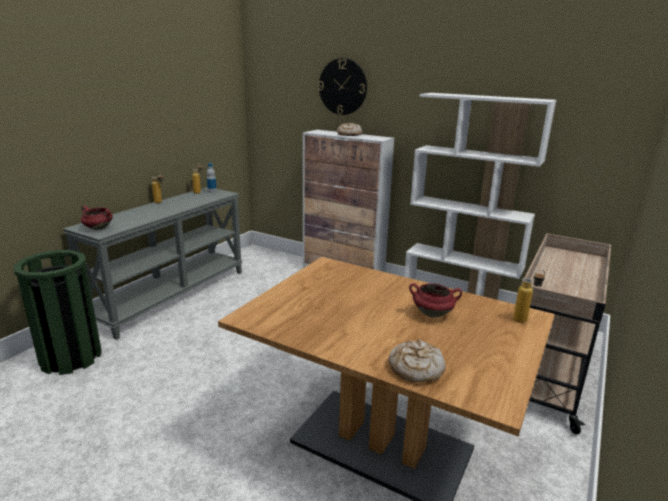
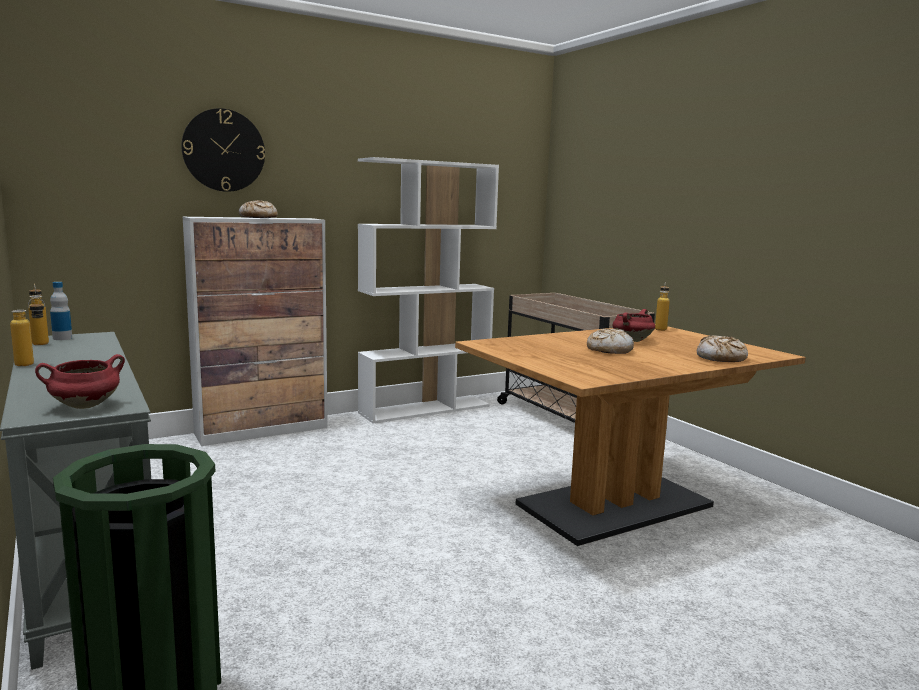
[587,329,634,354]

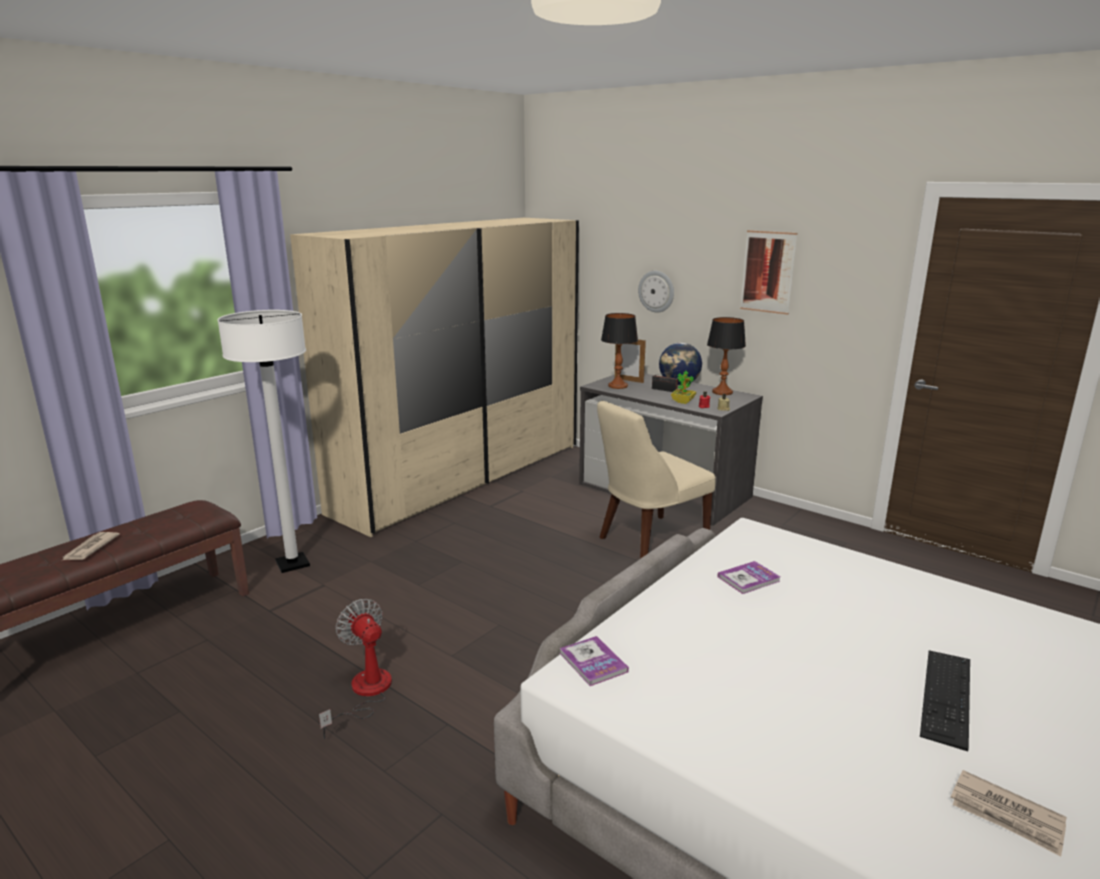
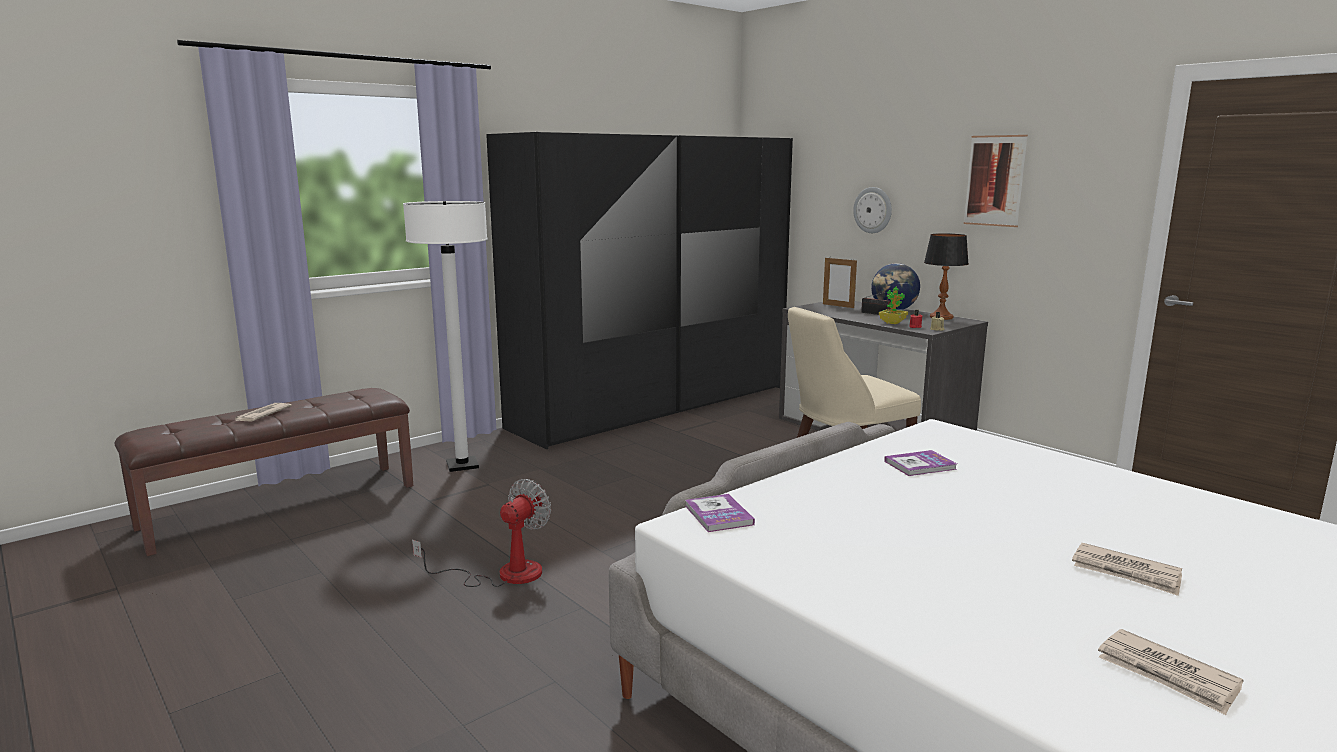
[486,132,793,449]
[601,313,638,389] (first image)
[412,479,551,587]
[1072,543,1182,596]

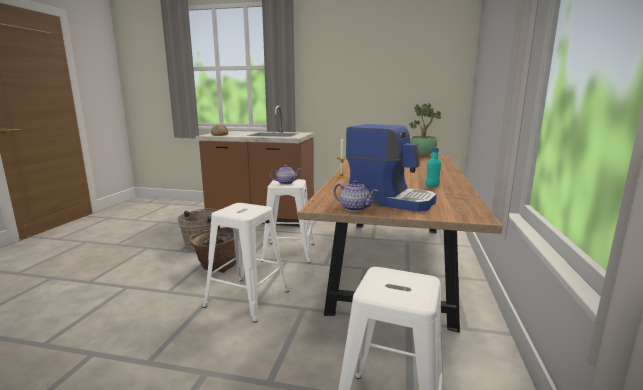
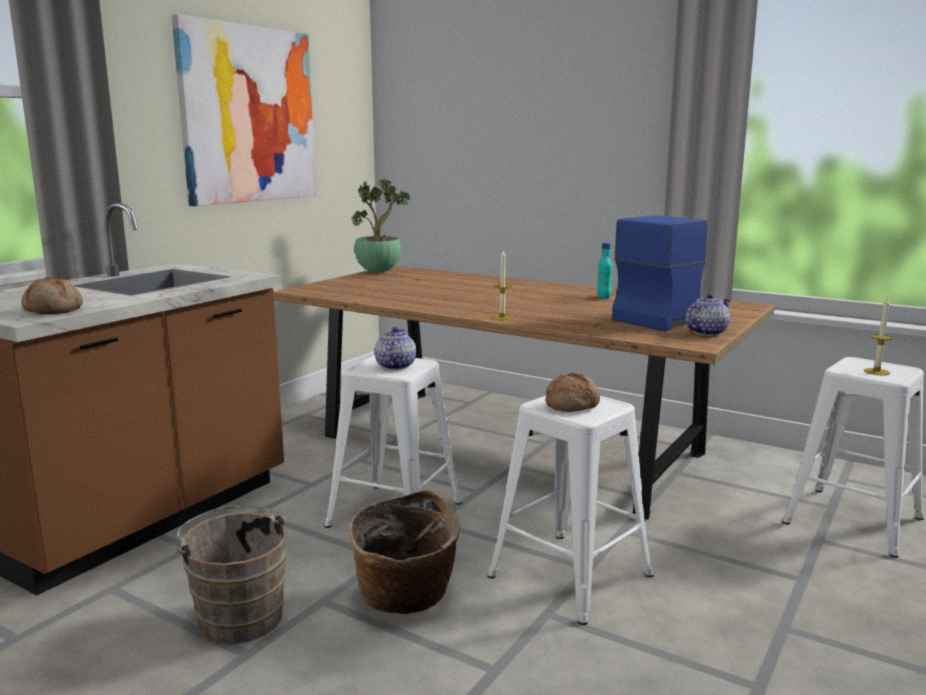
[172,14,316,206]
[864,297,893,375]
[545,373,600,412]

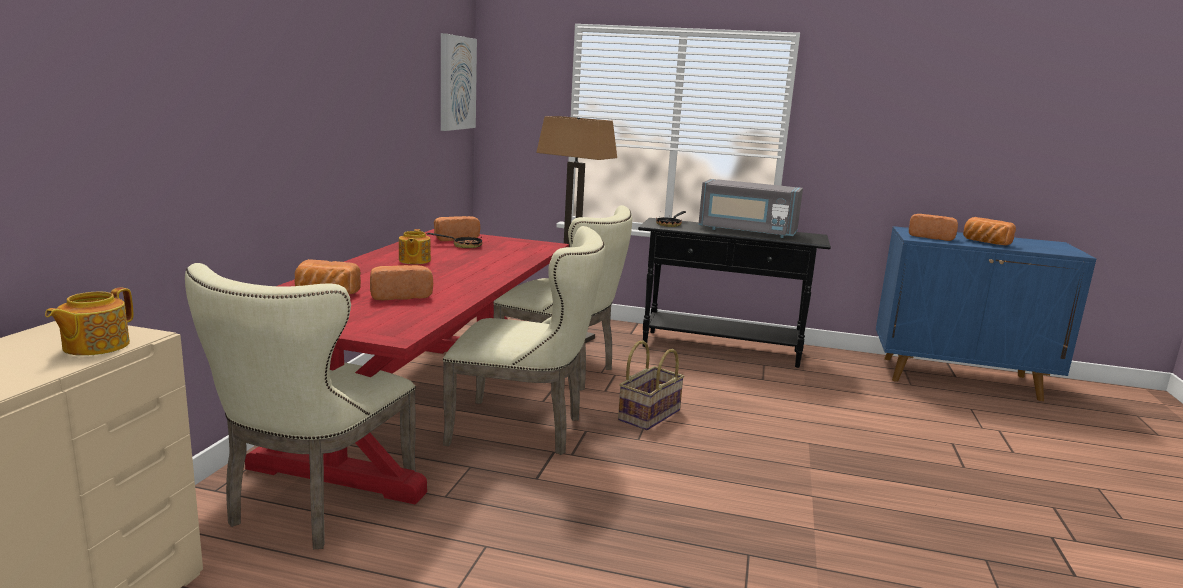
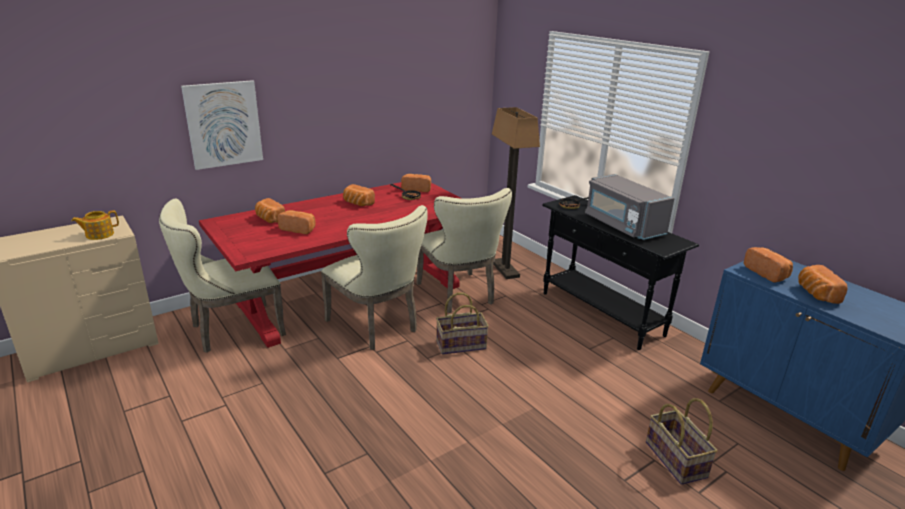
[181,80,263,170]
[343,184,375,206]
[646,398,717,485]

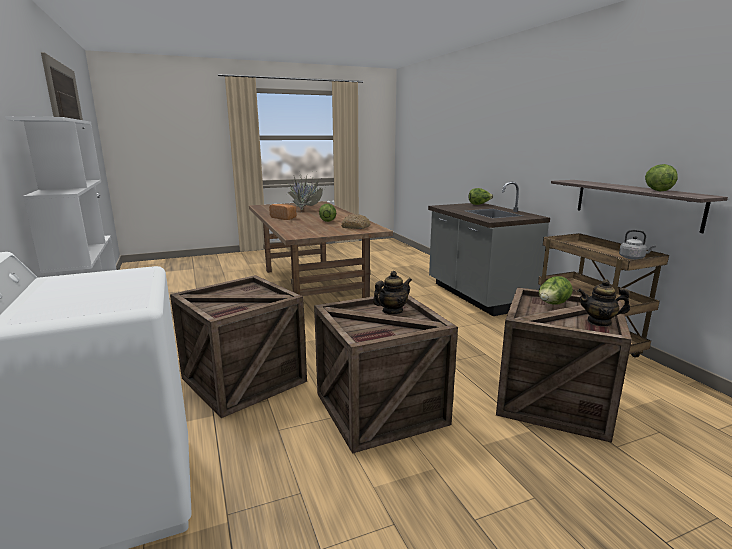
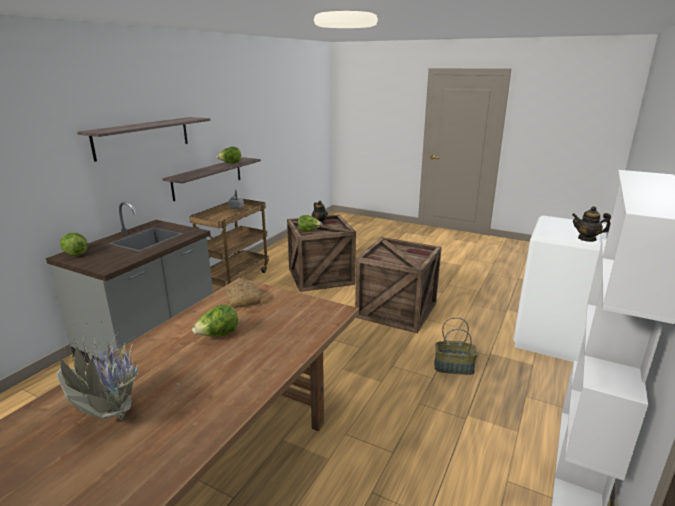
[269,204,296,220] (first image)
[572,206,611,242]
[434,317,478,375]
[77,117,210,162]

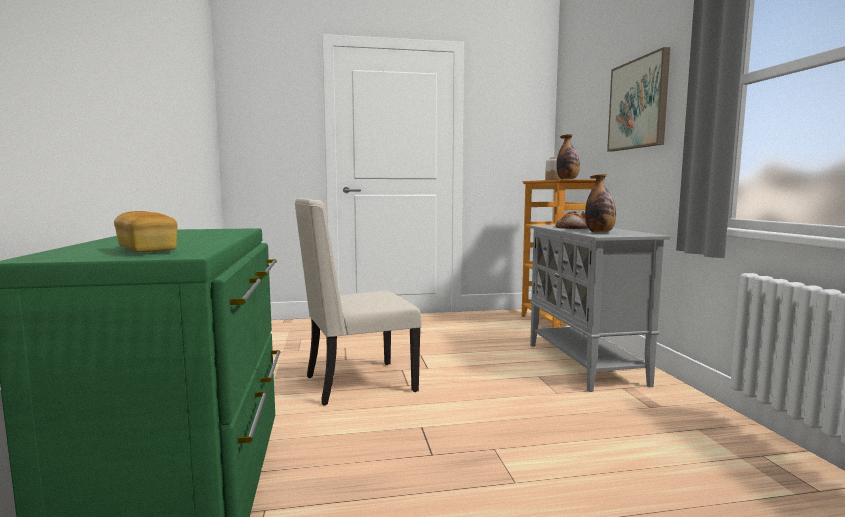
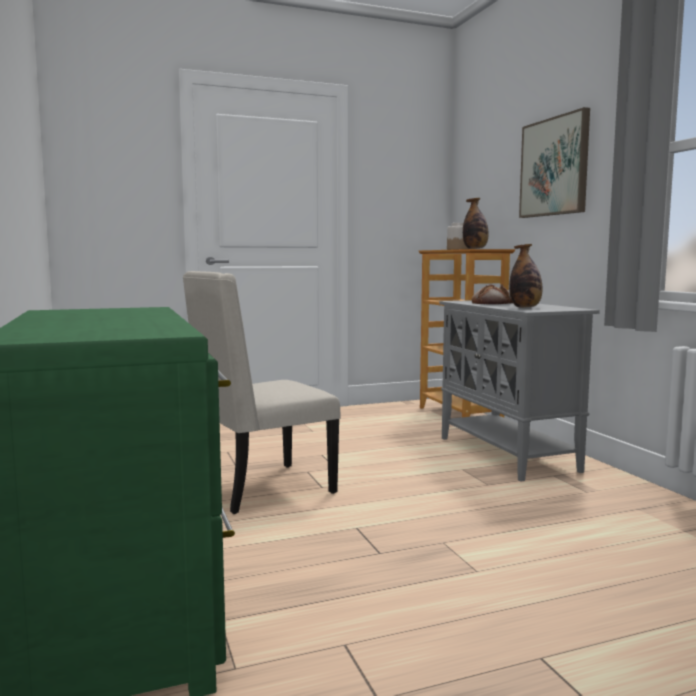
[114,211,178,252] (first image)

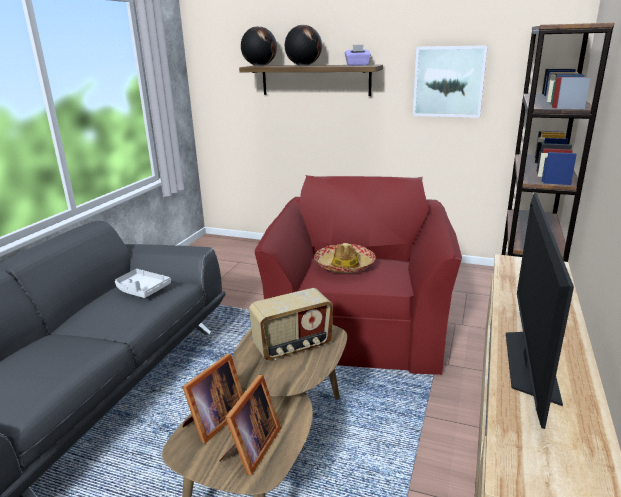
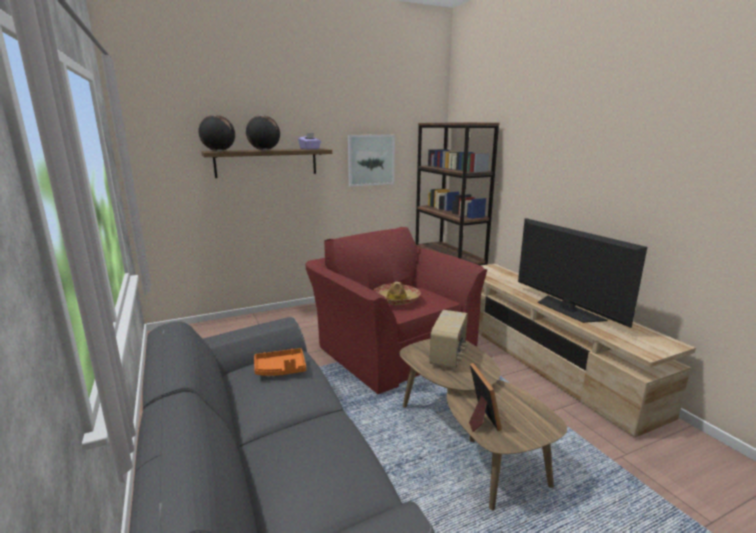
[254,348,306,376]
[219,375,281,475] (first image)

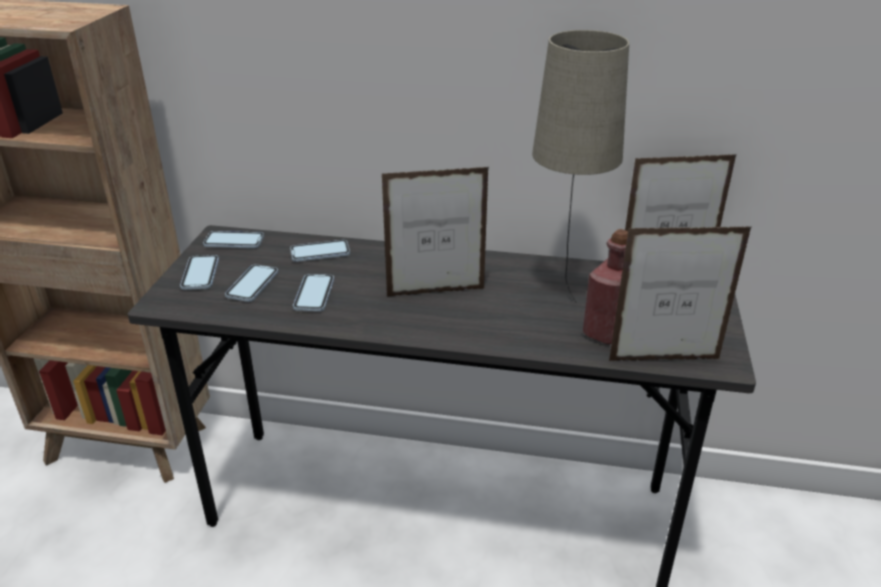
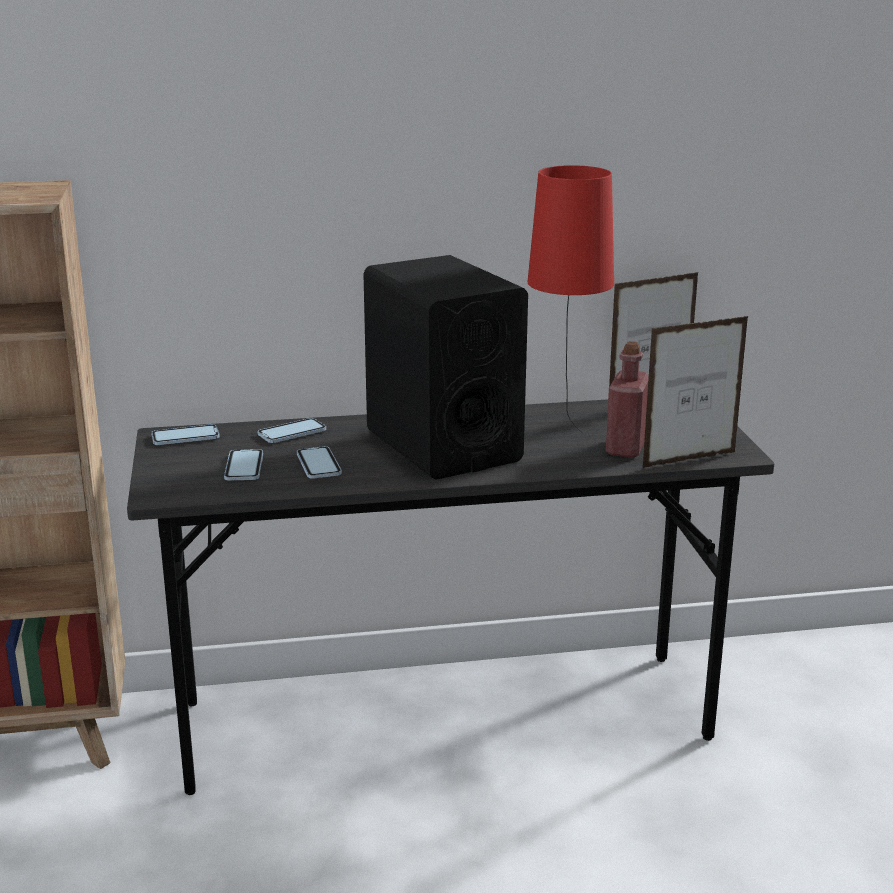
[528,165,614,434]
[364,255,528,480]
[180,255,219,290] (first image)

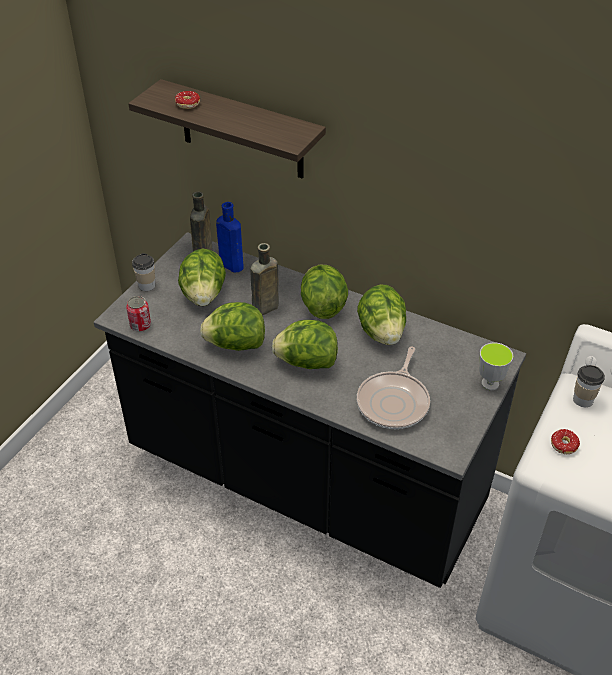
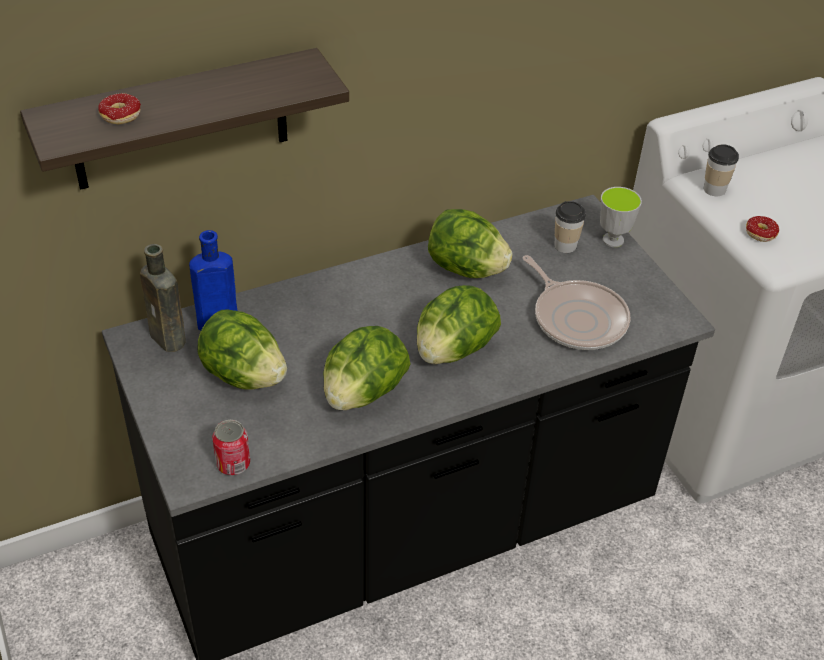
[250,243,279,316] (first image)
[554,201,586,253]
[301,265,348,319] (first image)

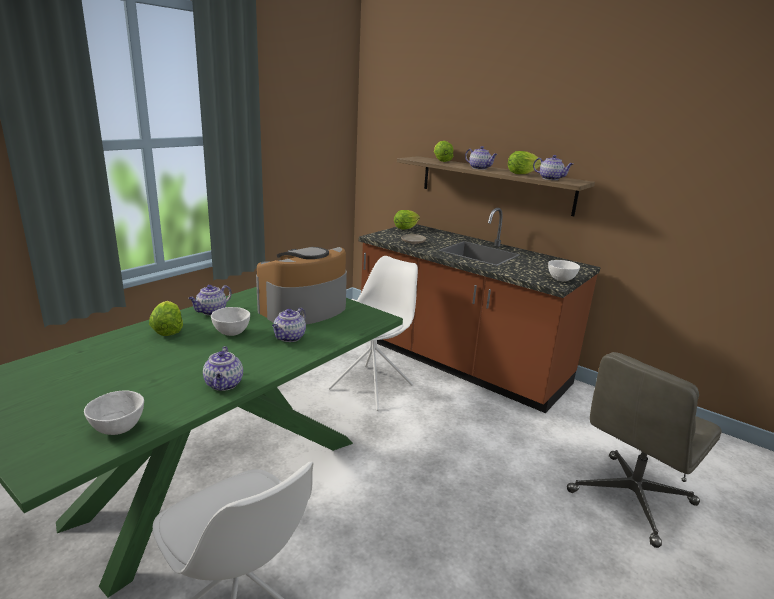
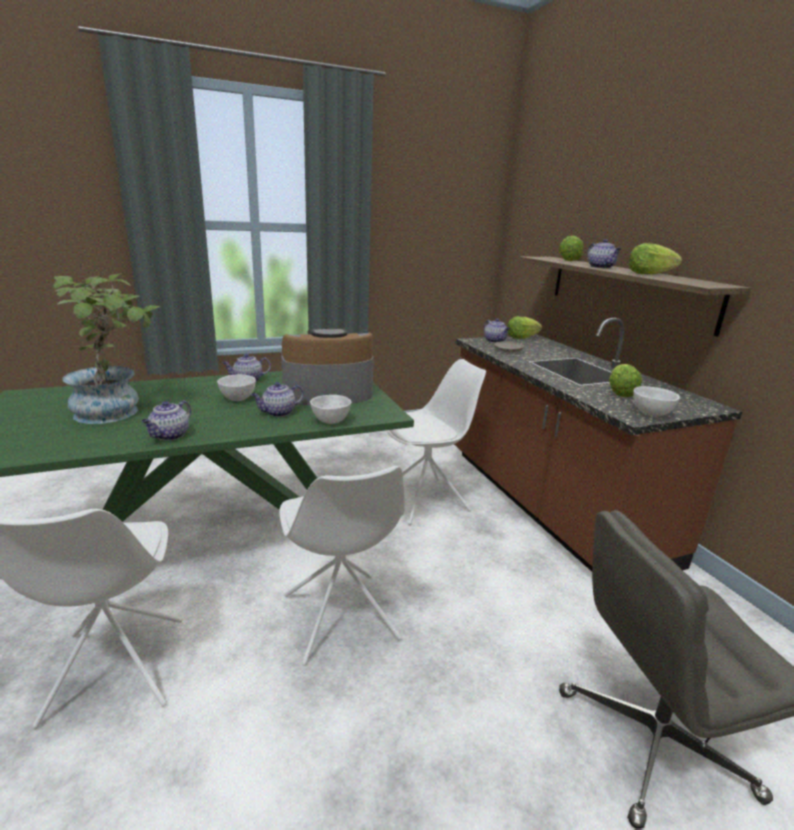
[484,318,510,343]
[609,364,642,397]
[310,395,351,424]
[54,273,160,424]
[279,466,405,666]

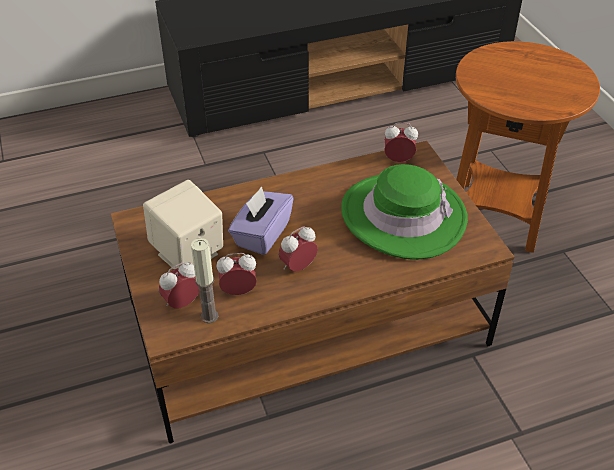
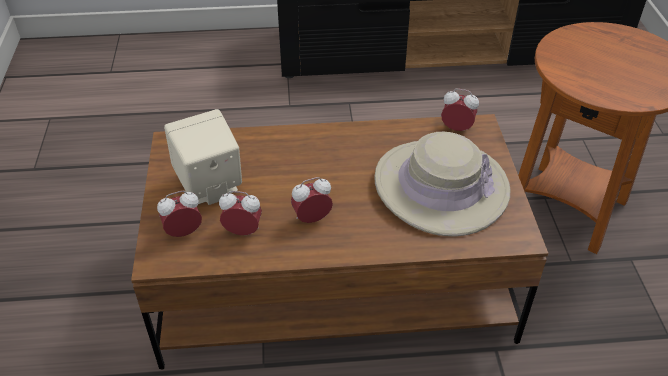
[374,132,510,237]
[228,186,294,255] (first image)
[191,238,218,323] (first image)

